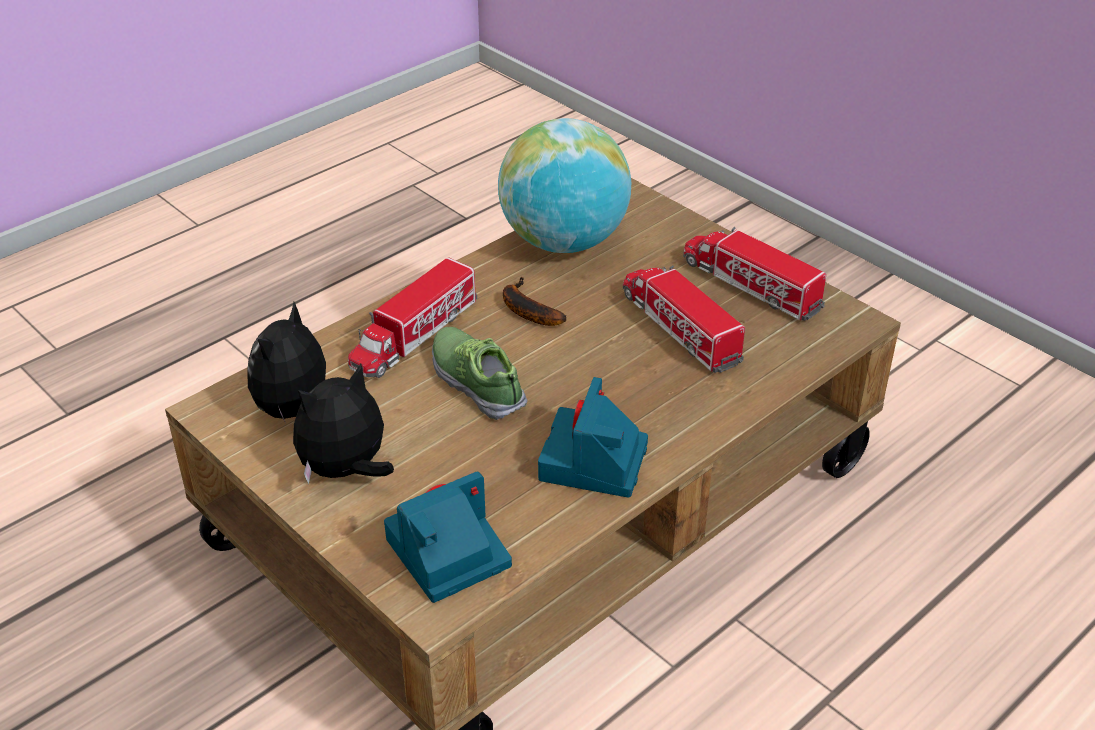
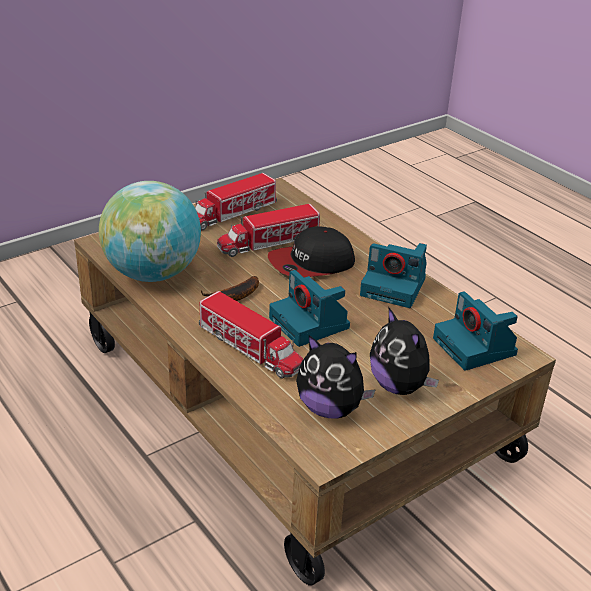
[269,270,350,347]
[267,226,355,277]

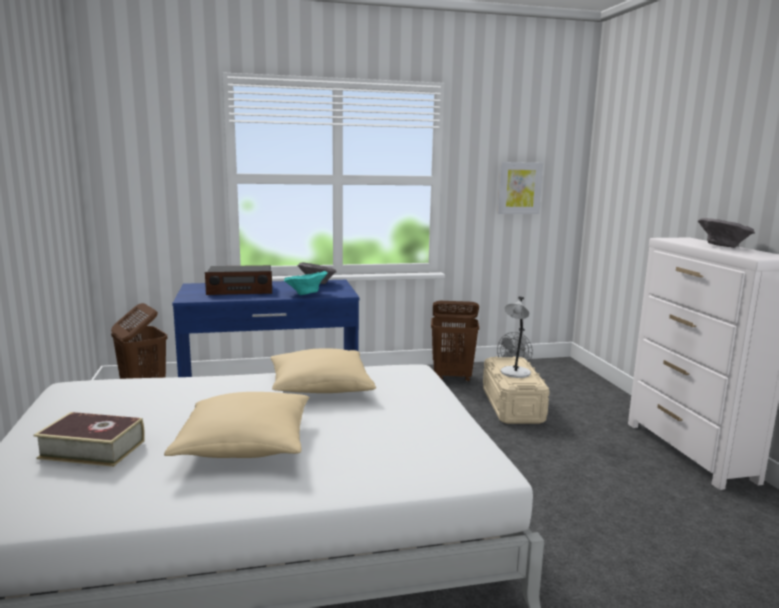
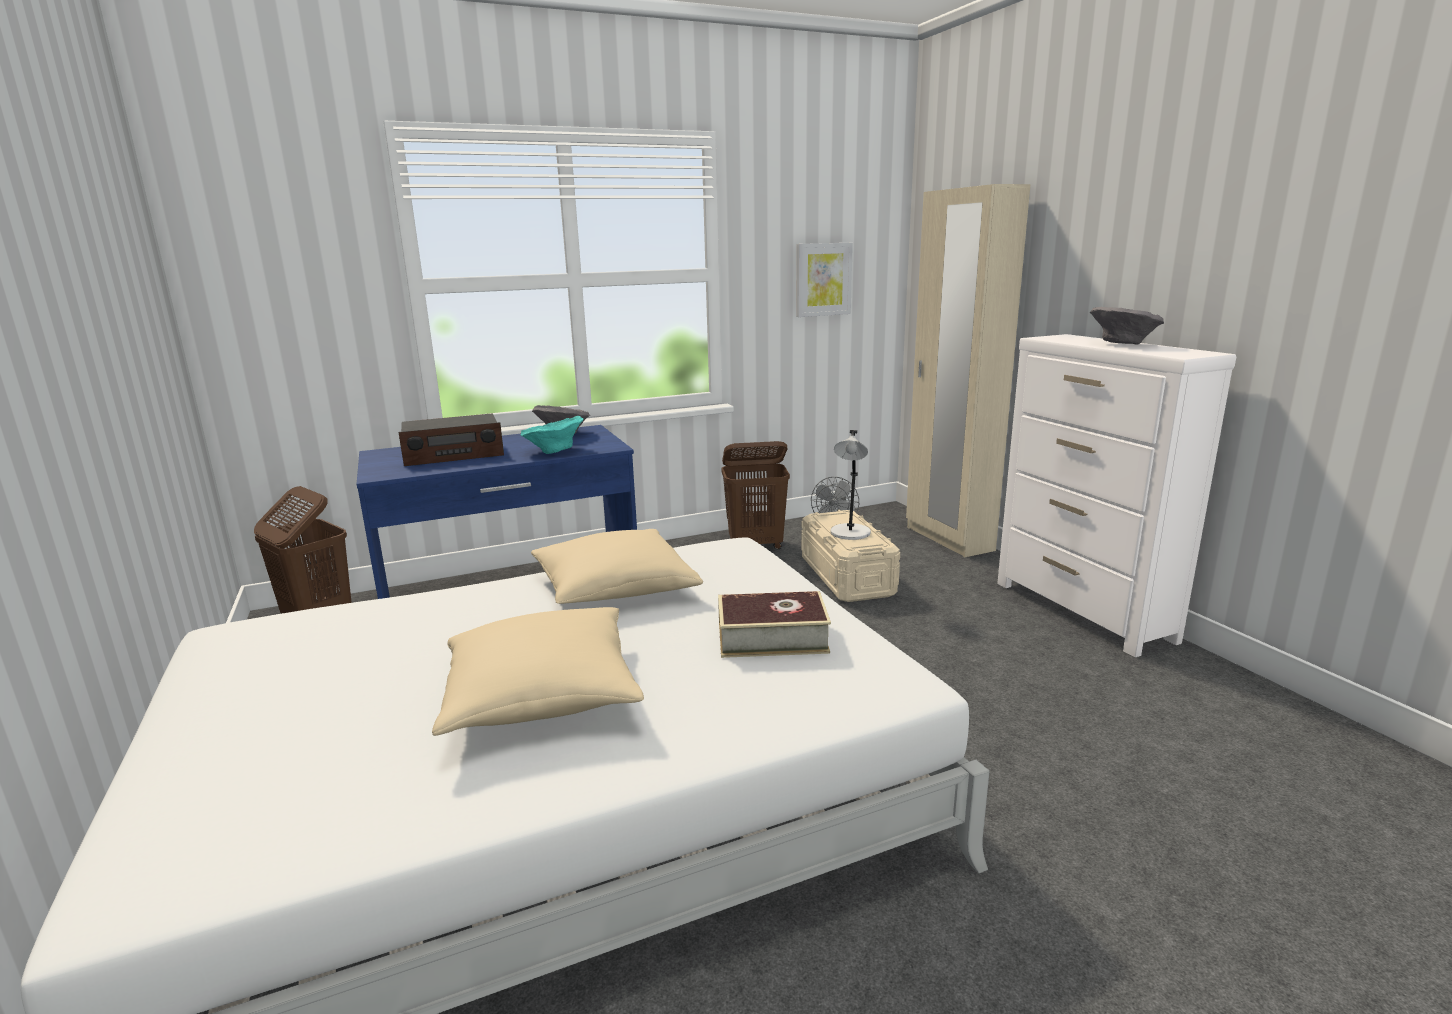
[718,591,831,658]
[906,184,1031,557]

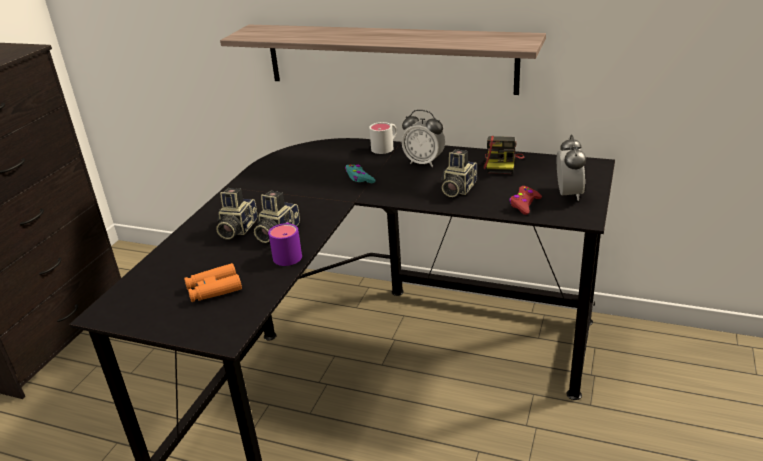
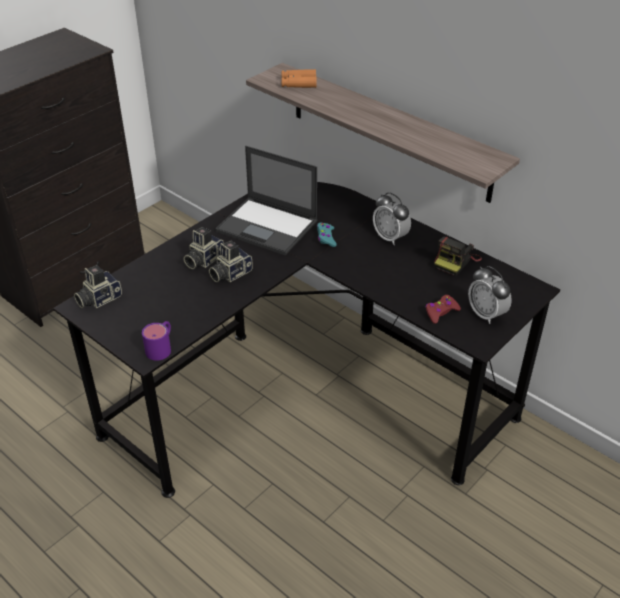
[369,122,397,154] (first image)
[468,266,512,324]
[74,265,122,308]
[142,321,171,361]
[281,69,317,88]
[215,146,317,255]

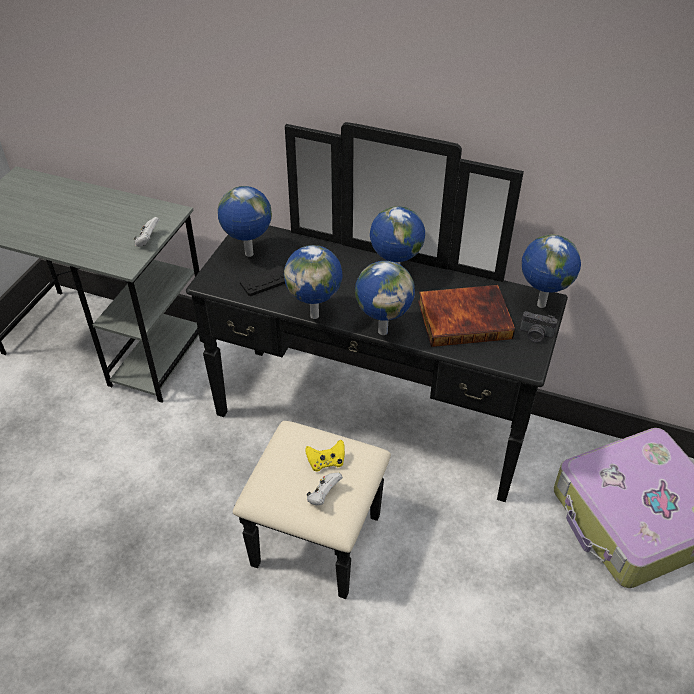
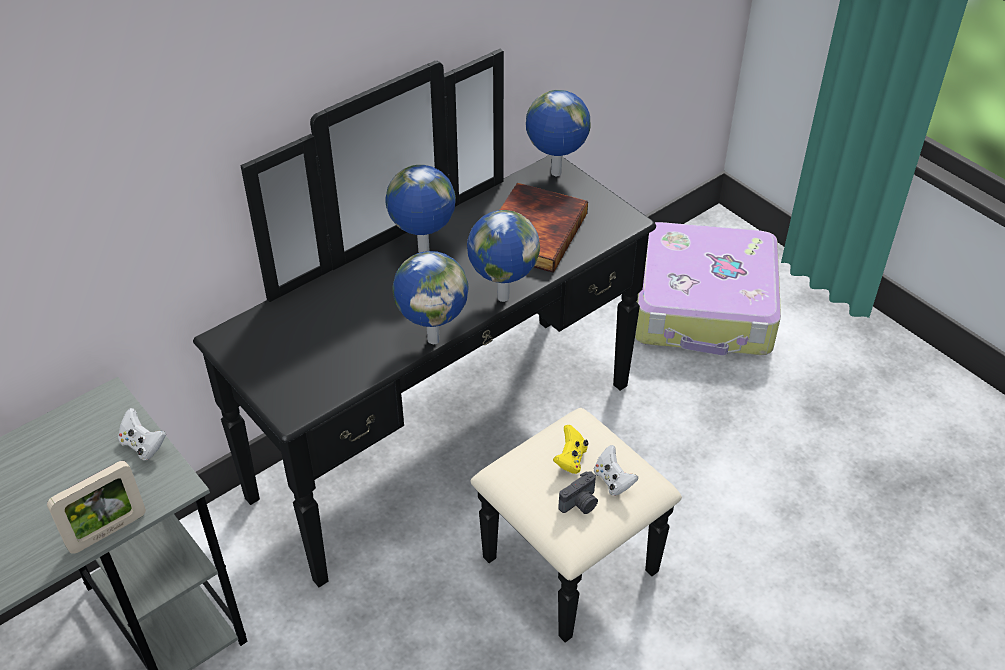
[218,186,272,257] (first image)
[240,266,285,296] (first image)
[558,471,598,514]
[47,461,146,554]

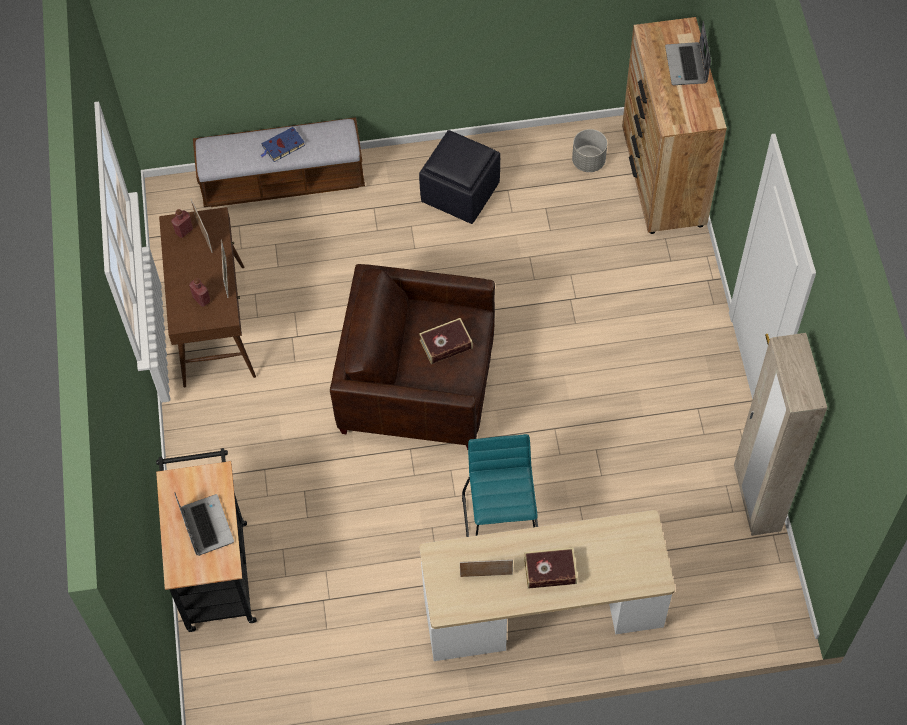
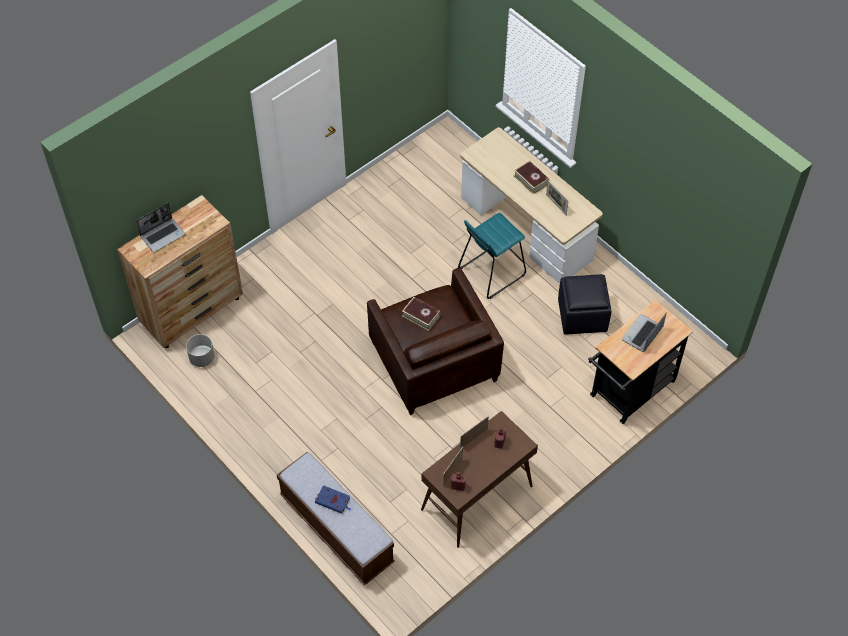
[558,274,612,335]
[734,333,827,536] (first image)

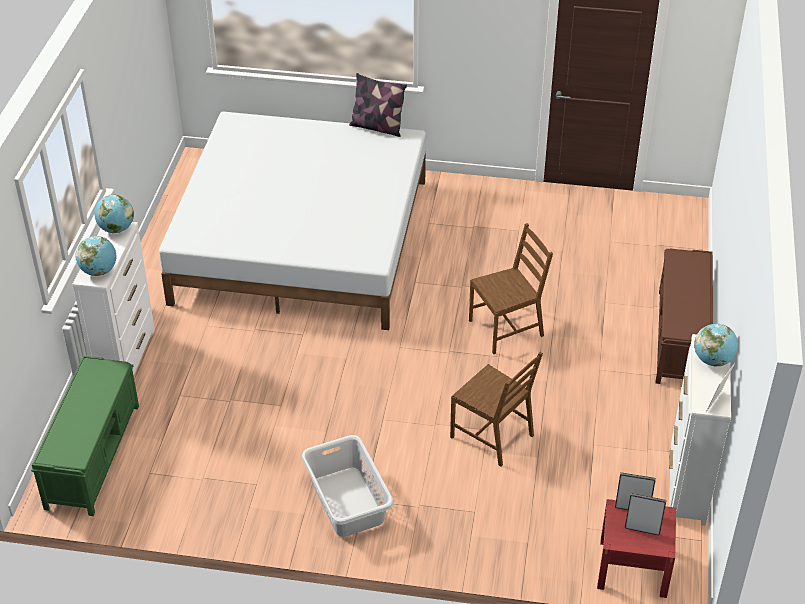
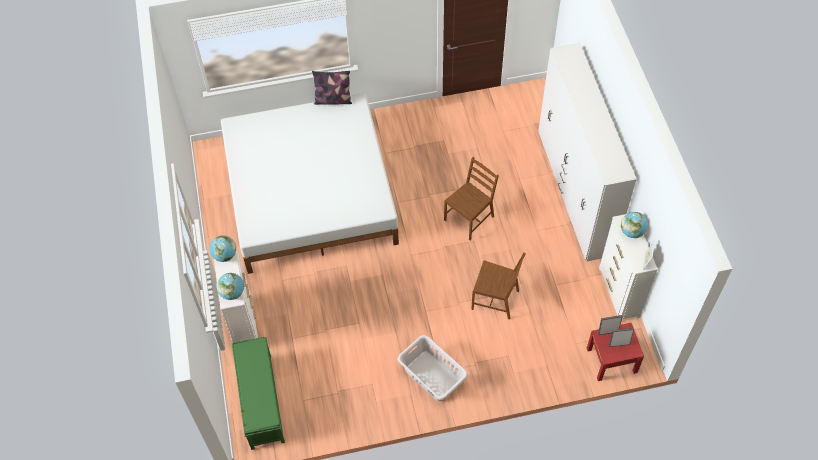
[538,43,637,261]

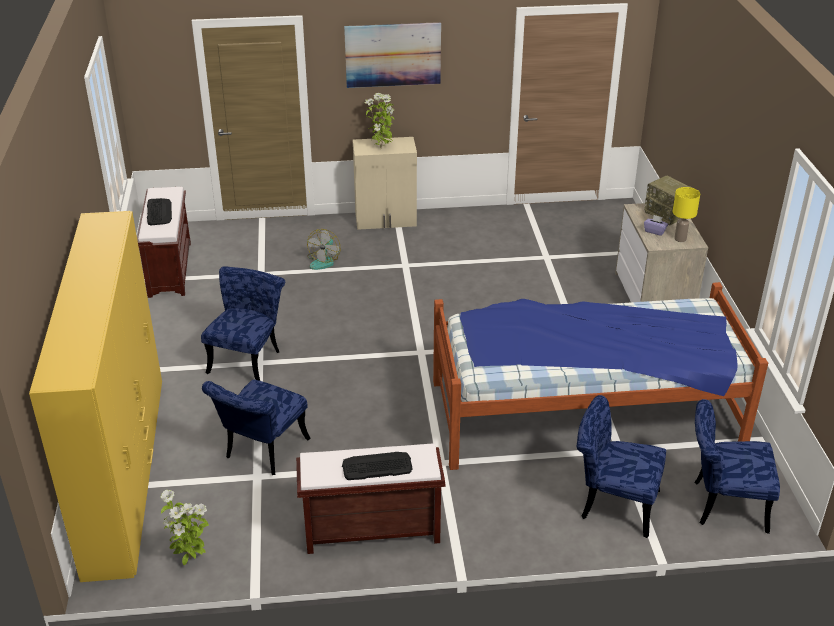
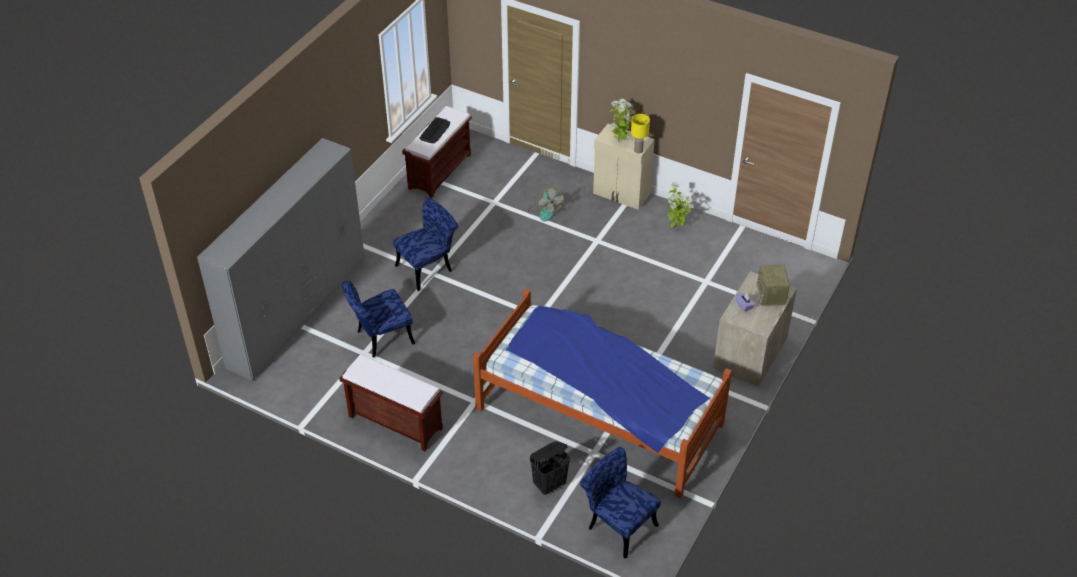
[344,22,441,88] (first image)
[631,114,650,154]
[197,138,365,380]
[528,187,564,221]
[530,441,570,495]
[342,452,413,480] (first image)
[667,182,693,228]

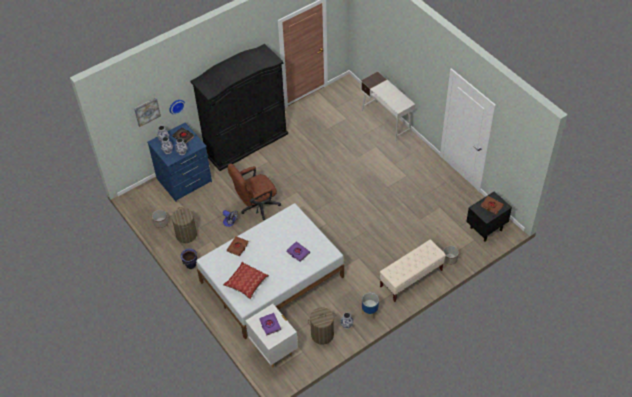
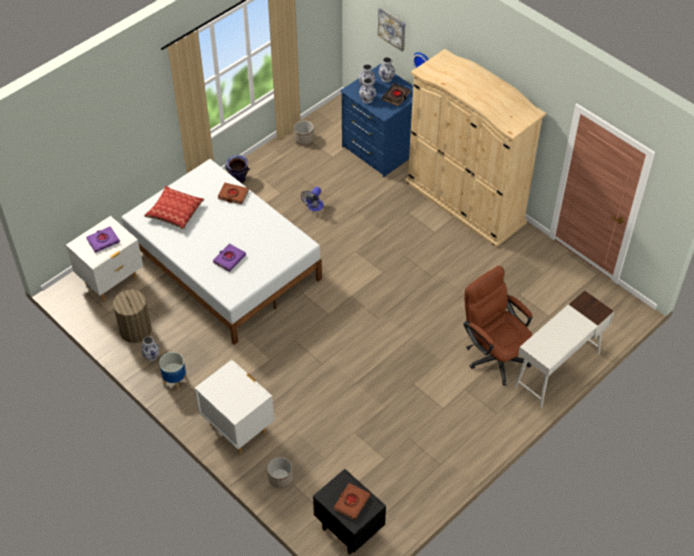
[405,49,546,248]
[463,266,533,386]
[172,207,197,243] (first image)
[195,360,274,453]

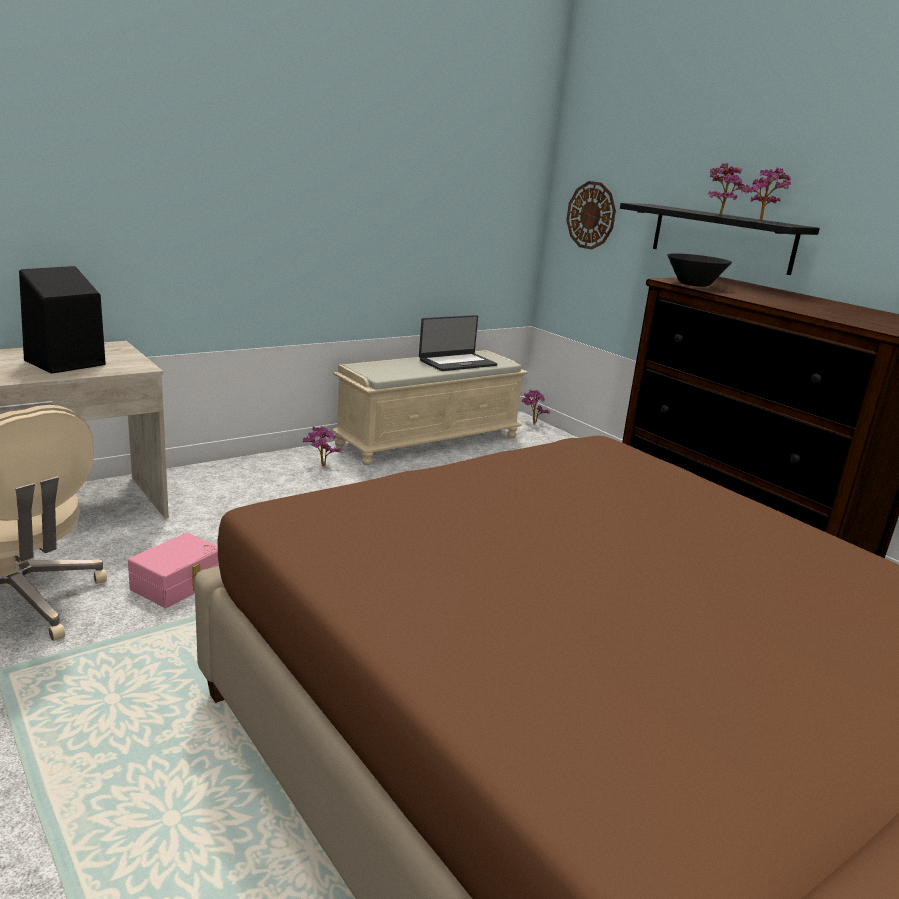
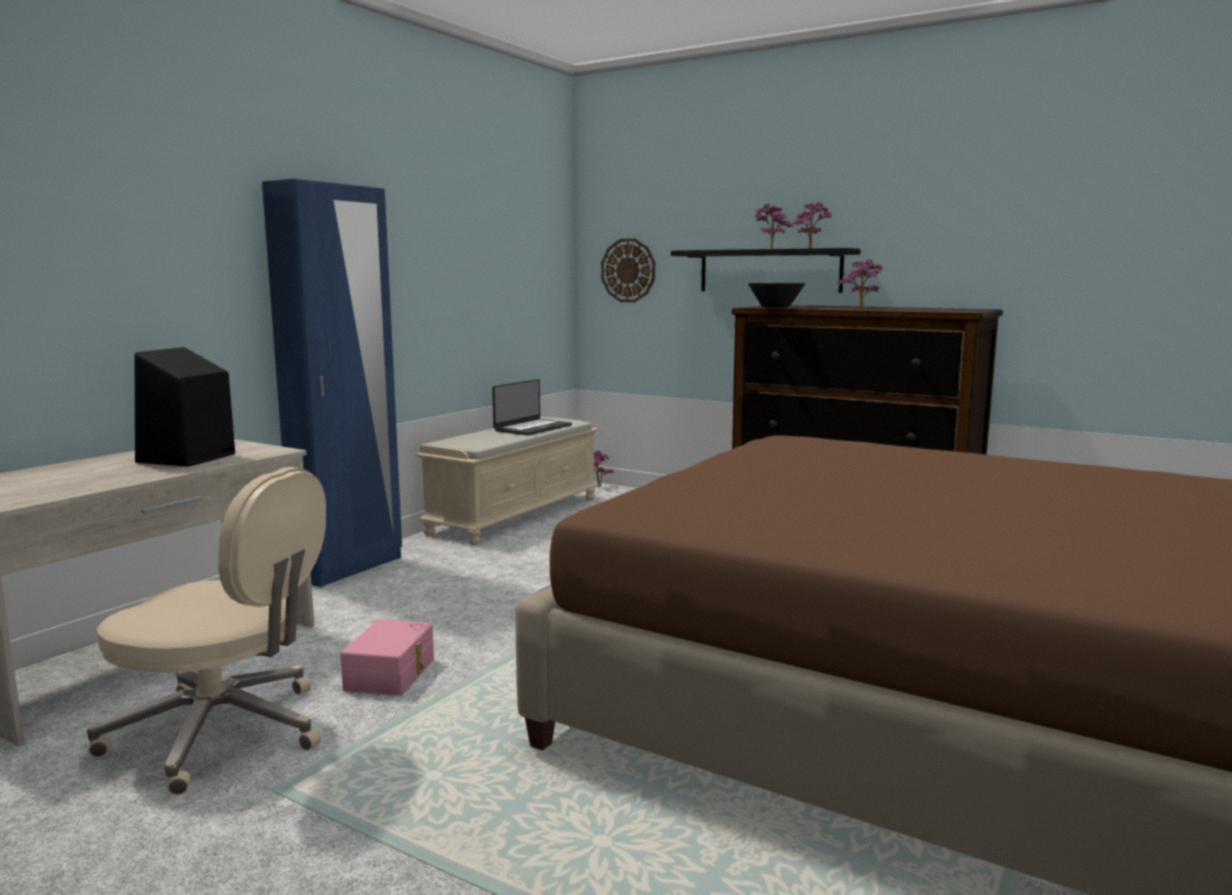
[837,259,882,308]
[262,179,402,587]

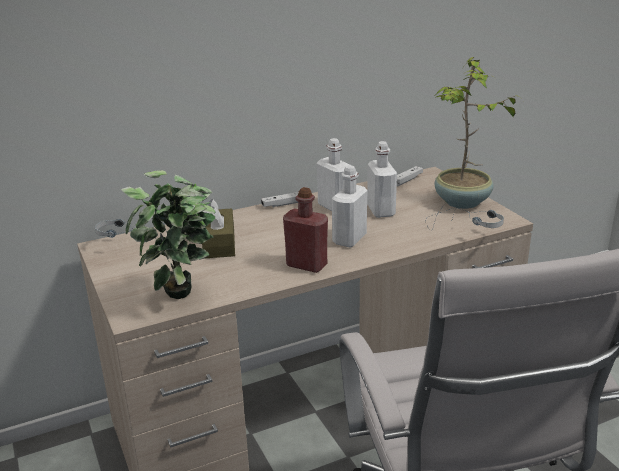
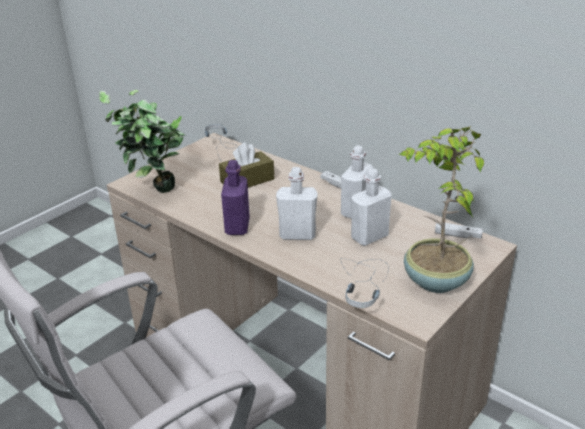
[221,160,250,235]

